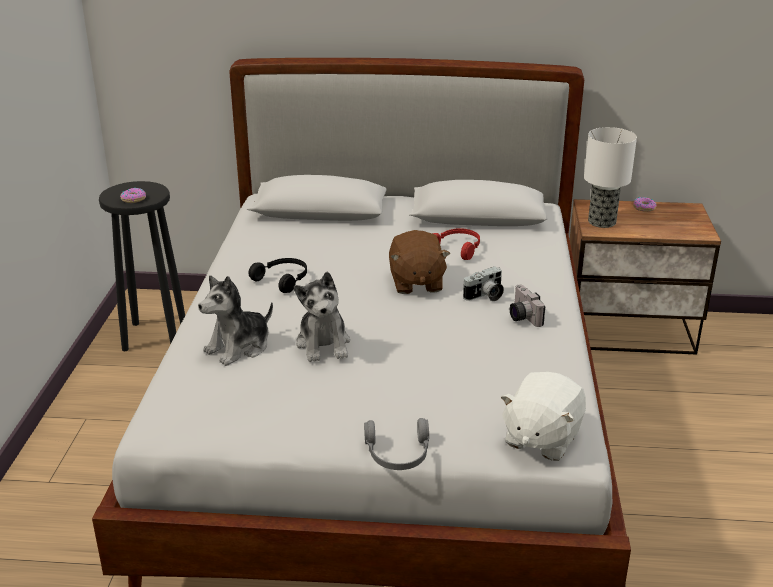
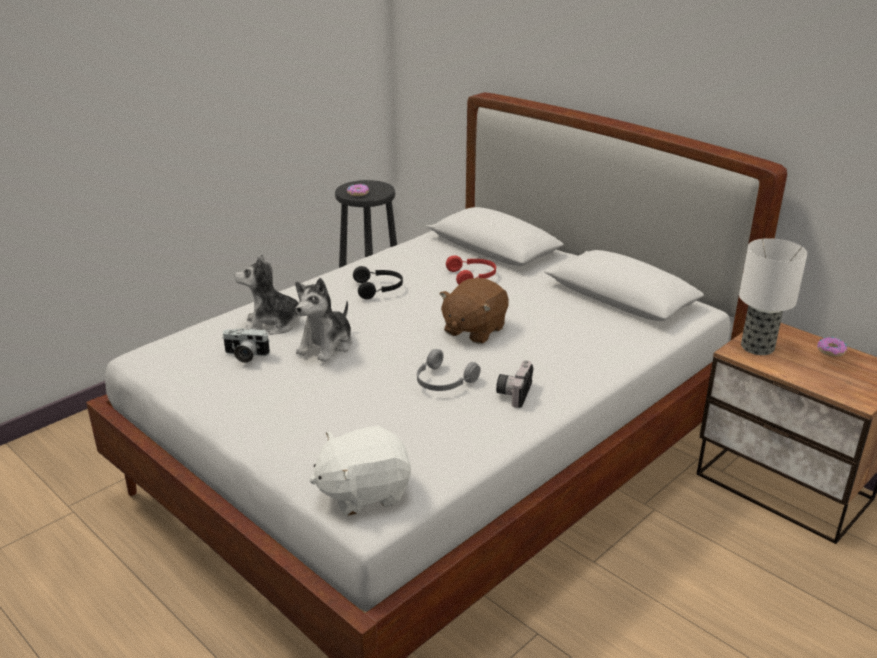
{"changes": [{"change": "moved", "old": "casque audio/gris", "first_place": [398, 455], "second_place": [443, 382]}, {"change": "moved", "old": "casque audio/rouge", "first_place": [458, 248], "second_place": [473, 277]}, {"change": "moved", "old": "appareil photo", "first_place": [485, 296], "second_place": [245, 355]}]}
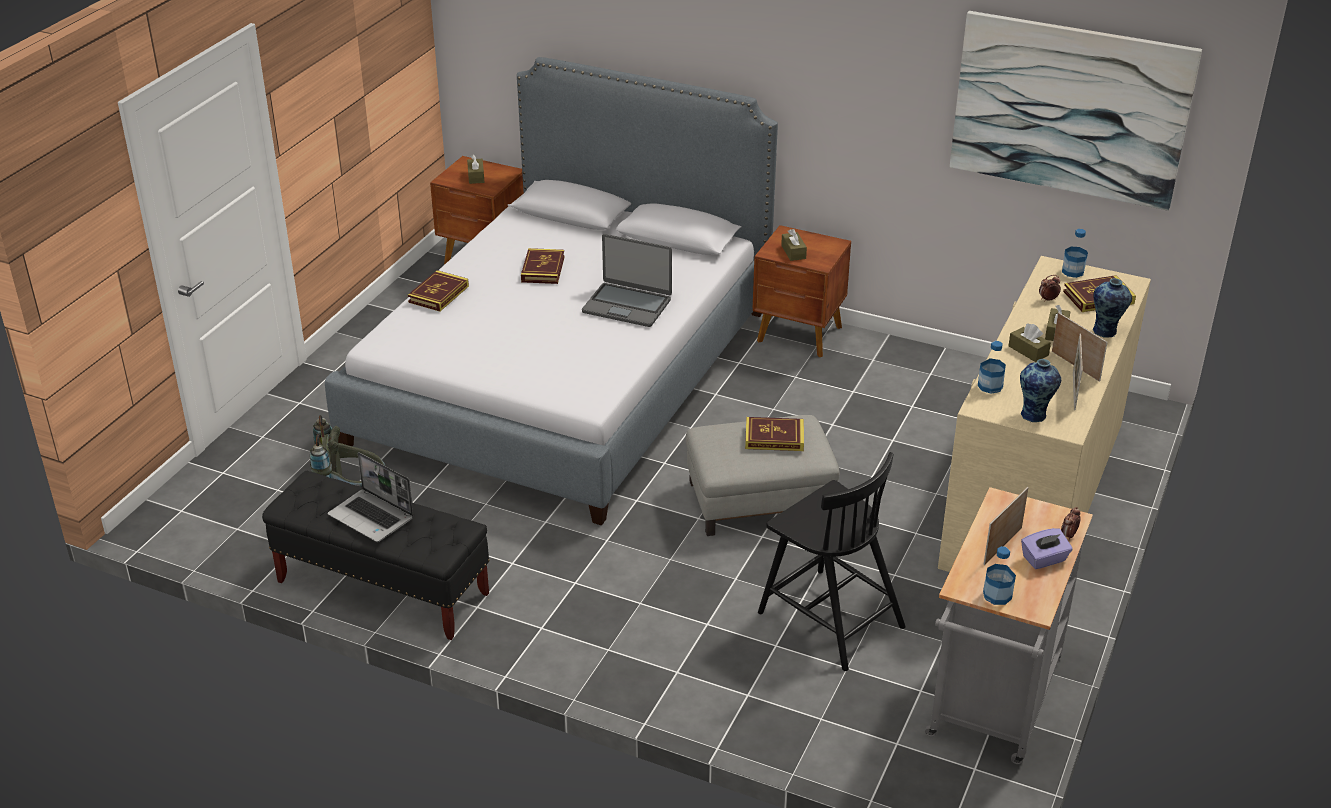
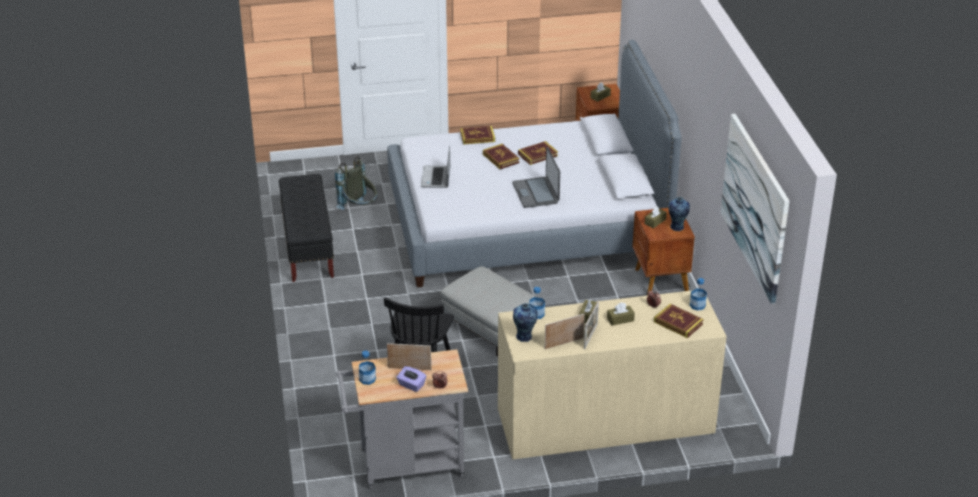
{"changes": [{"change": "moved", "old": "ordinateur portable", "first_place": [372, 517], "second_place": [436, 178]}, {"change": "moved", "old": "livre", "first_place": [774, 437], "second_place": [501, 158]}, {"change": "moved", "old": "vase", "first_place": [1106, 332], "second_place": [677, 227]}]}
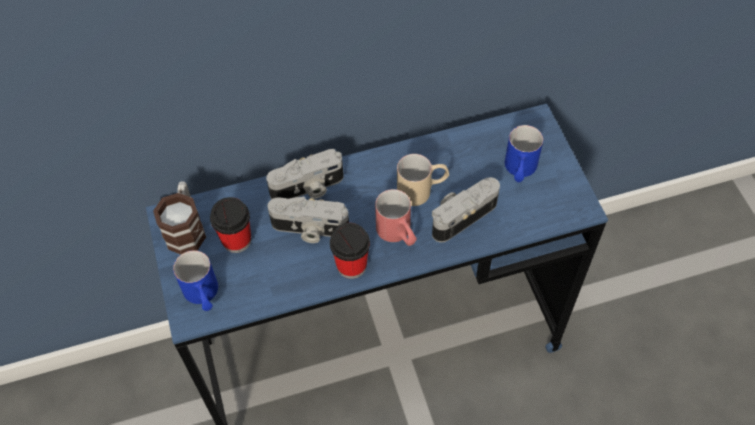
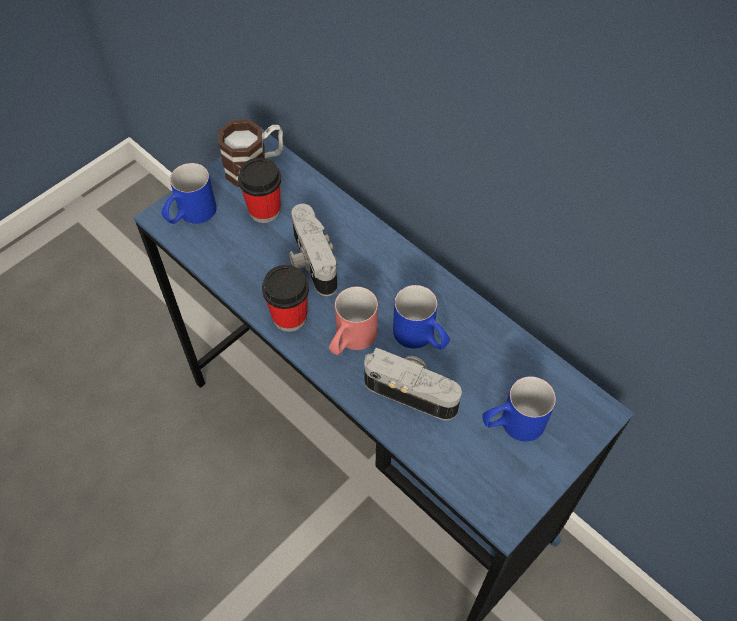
{"changes": [{"change": "removed", "old": "appareil photo", "first_place": [308, 189]}, {"change": "recoloured", "old": "mug/beige", "new": "mug/bleu", "first_place": [422, 190], "second_place": [421, 338]}]}
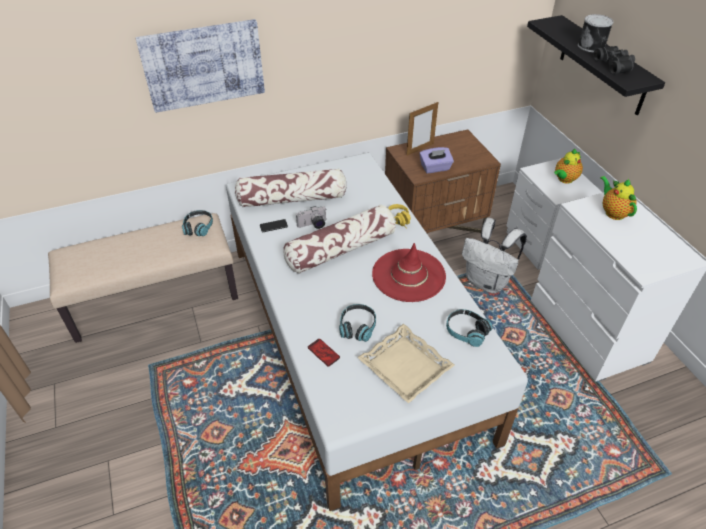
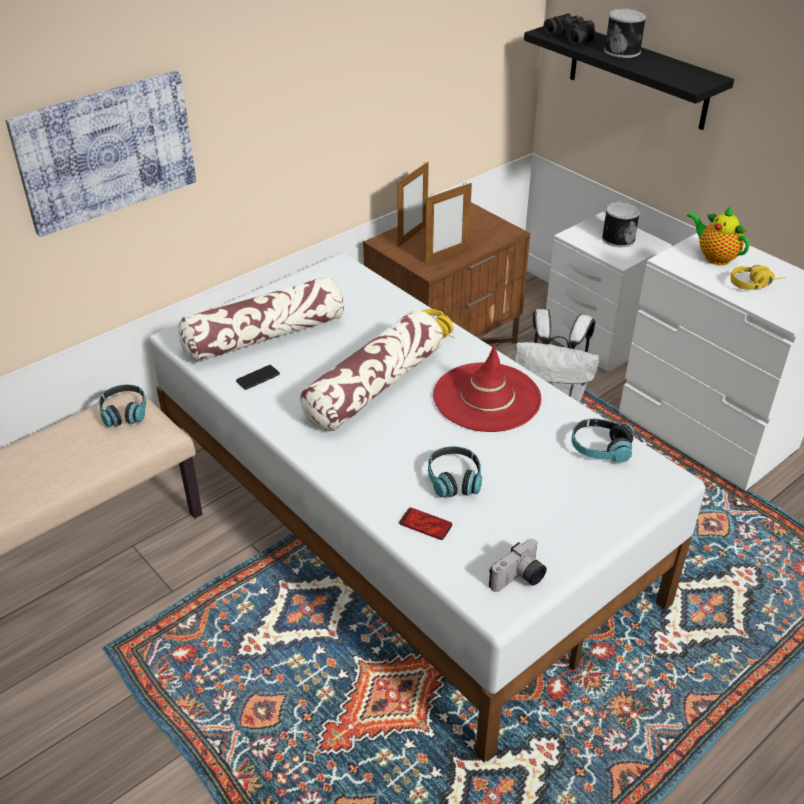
{"changes": [{"change": "moved", "old": "appareil photo", "first_place": [313, 225], "second_place": [519, 579]}, {"change": "removed", "old": "plateau/beige", "first_place": [404, 367]}, {"change": "replaced", "old": "boîte à mouchoirs/violet", "new": "cadre photo", "first_place": [435, 168], "second_place": [446, 255]}, {"change": "replaced", "old": "théière", "new": "boîte métallique", "first_place": [564, 179], "second_place": [617, 238]}, {"change": "moved", "old": "jumelles/noir", "first_place": [614, 65], "second_place": [572, 36]}, {"change": "added", "new": "casque audio/jaune", "second_place": [755, 284]}]}
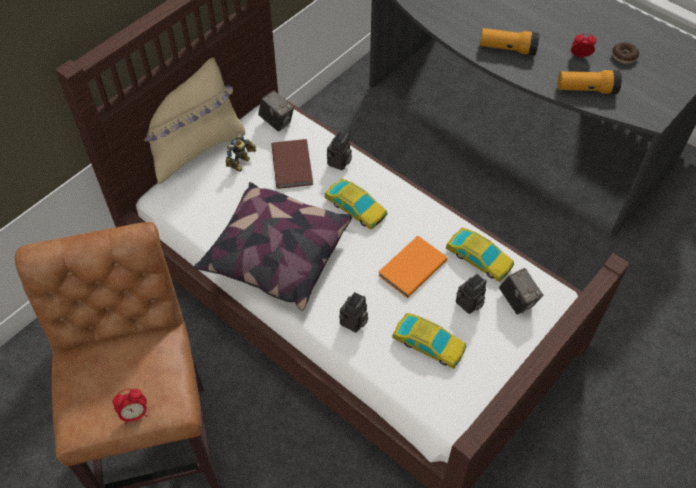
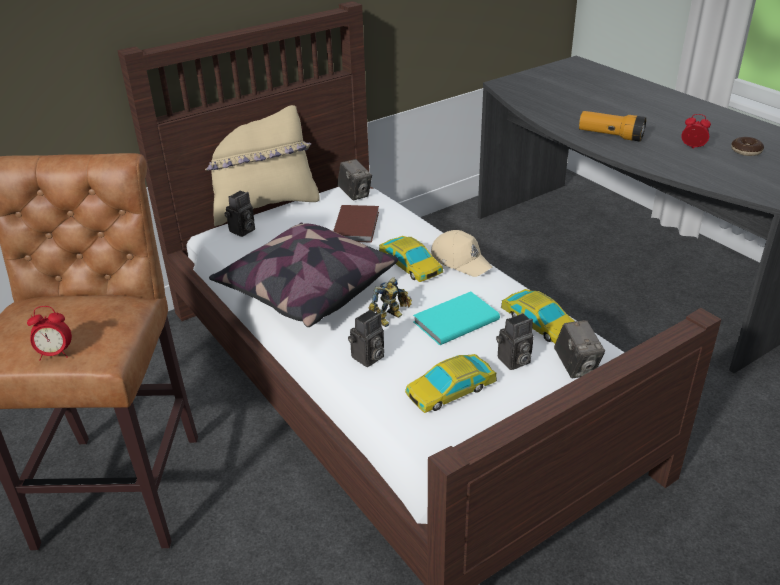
{"changes": [{"change": "moved", "old": "robot jouet", "first_place": [242, 163], "second_place": [390, 318]}, {"change": "moved", "old": "appareil photo", "first_place": [339, 163], "second_place": [242, 231]}, {"change": "recoloured", "old": "livre/orange", "new": "livre/turquoise", "first_place": [411, 268], "second_place": [454, 320]}, {"change": "turned", "old": "petite voiture", "first_place": [429, 344], "second_place": [451, 390], "degrees": 105}, {"change": "removed", "old": "lampe de poche", "first_place": [586, 89]}, {"change": "added", "new": "casquette/beige", "second_place": [461, 260]}]}
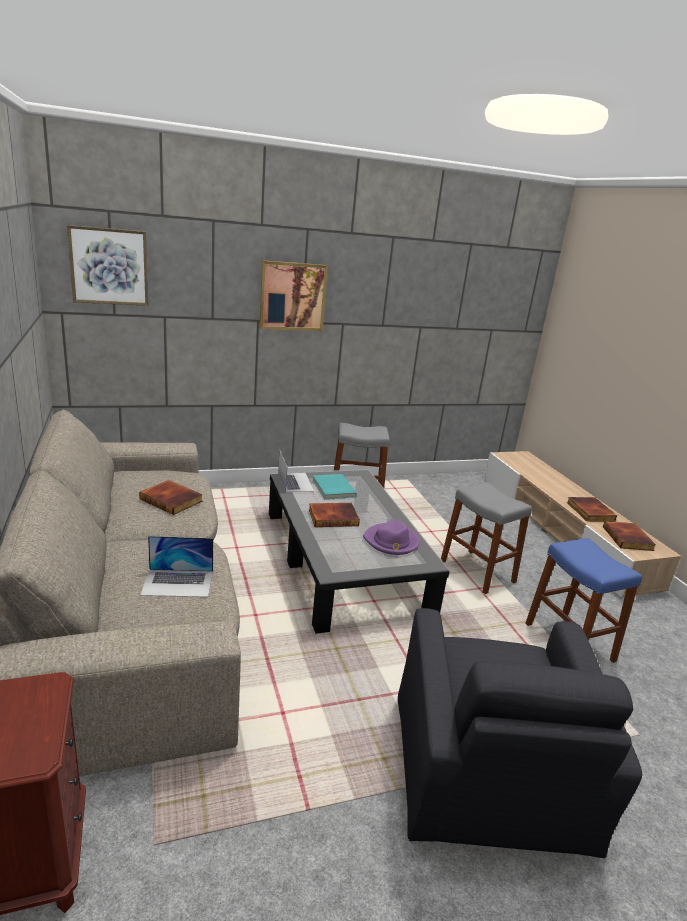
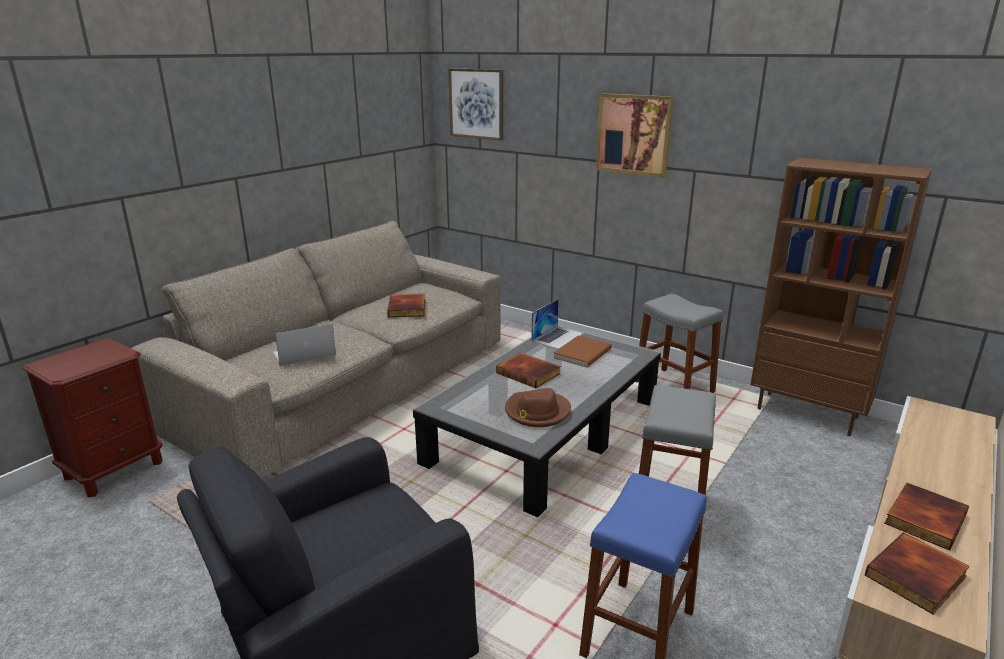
{"changes": [{"change": "turned", "old": "ordinateur portable", "first_place": [178, 583], "second_place": [304, 354], "degrees": 105}, {"change": "recoloured", "old": "livre/turquoise", "new": "livre/marron", "first_place": [332, 488], "second_place": [581, 353]}, {"change": "recoloured", "old": "chapeau/violet", "new": "chapeau/marron", "first_place": [391, 541], "second_place": [537, 412]}, {"change": "added", "new": "bibliothèque/marron", "second_place": [808, 413]}]}
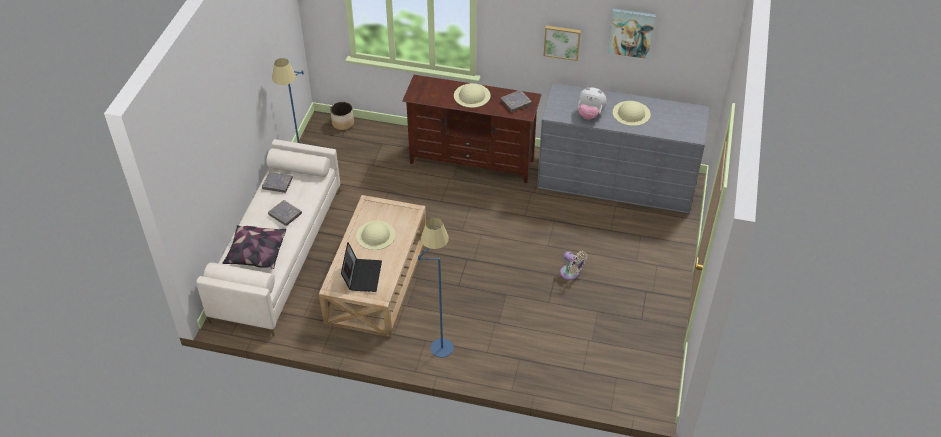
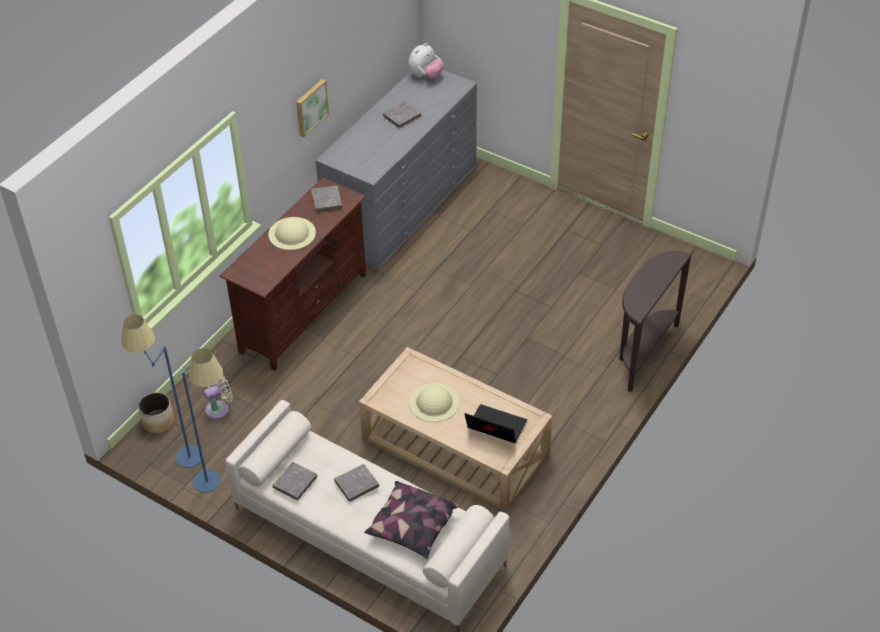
{"changes": [{"change": "moved", "old": "lampadaire/bleu", "first_place": [439, 339], "second_place": [176, 456]}, {"change": "moved", "old": "ventilateur/beige", "first_place": [571, 274], "second_place": [219, 409]}, {"change": "moved", "old": "peluche", "first_place": [590, 114], "second_place": [425, 76]}, {"change": "removed", "old": "tableau", "first_place": [631, 33]}, {"change": "replaced", "old": "chapeau/beige", "new": "livre/gris", "first_place": [631, 113], "second_place": [402, 116]}, {"change": "added", "new": "table console/marron", "second_place": [642, 352]}]}
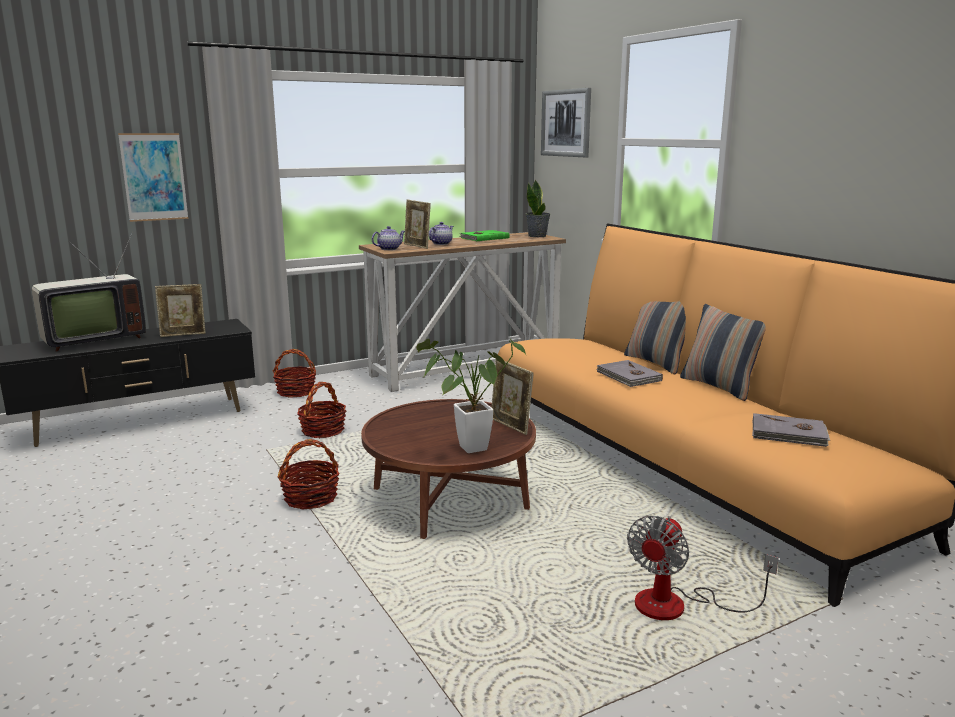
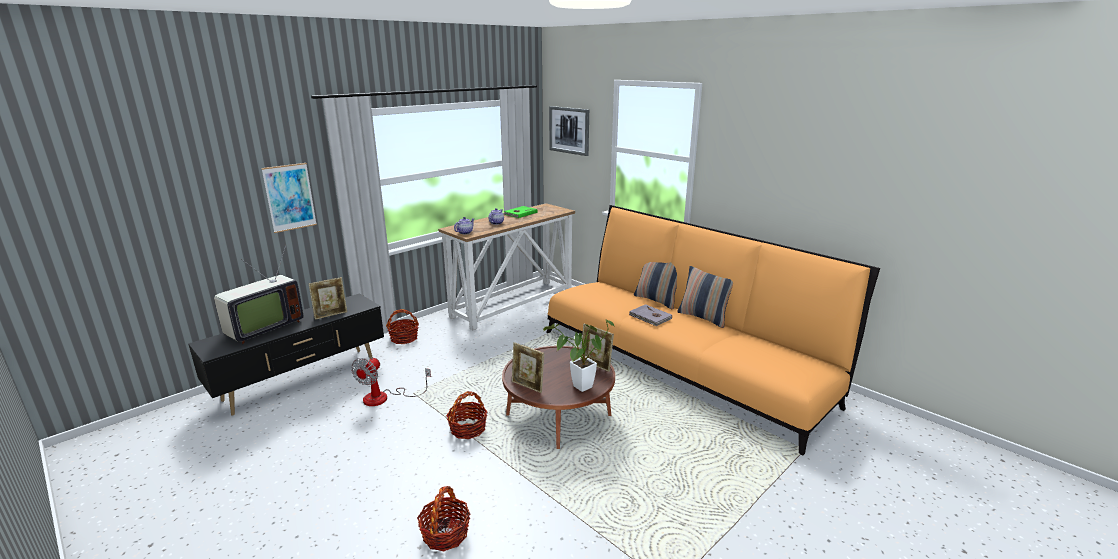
{"changes": [{"change": "moved", "old": "panier", "first_place": [323, 430], "second_place": [445, 533]}, {"change": "moved", "old": "cadre photo", "first_place": [417, 246], "second_place": [528, 386]}, {"change": "removed", "old": "plante en pot", "first_place": [537, 236]}, {"change": "moved", "old": "ventilateur", "first_place": [678, 605], "second_place": [384, 397]}, {"change": "removed", "old": "livre/gris", "first_place": [789, 434]}]}
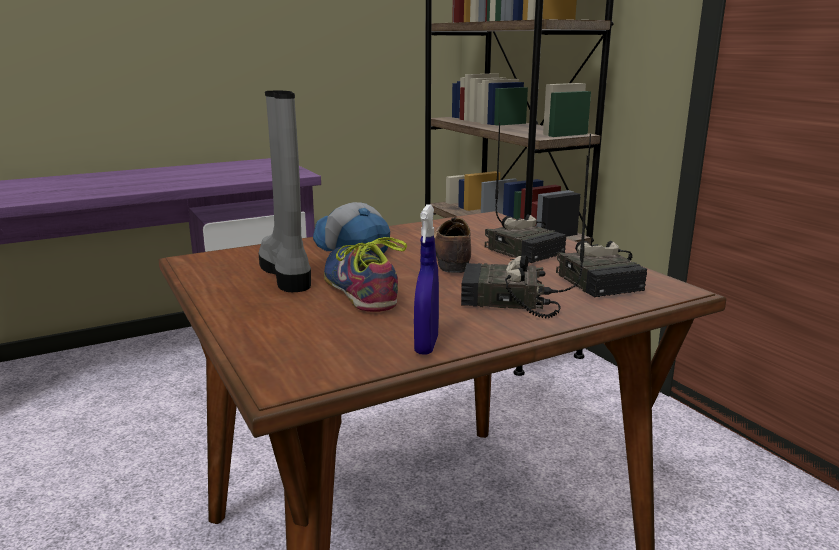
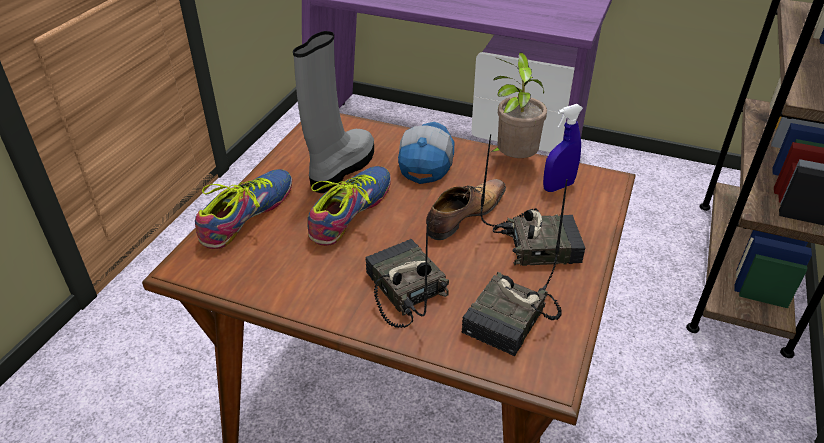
{"changes": [{"change": "moved", "old": "vaporisateur/bleu", "first_place": [426, 345], "second_place": [558, 186]}, {"change": "turned", "old": "radio", "first_place": [525, 250], "second_place": [538, 244], "degrees": -105}, {"change": "added", "new": "chaussure", "second_place": [247, 215]}, {"change": "added", "new": "plante en pot", "second_place": [513, 160]}]}
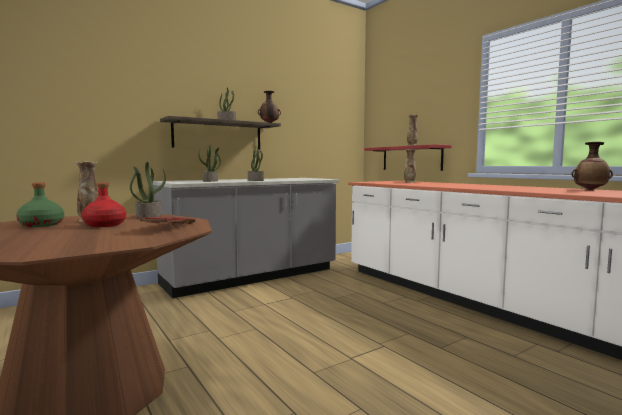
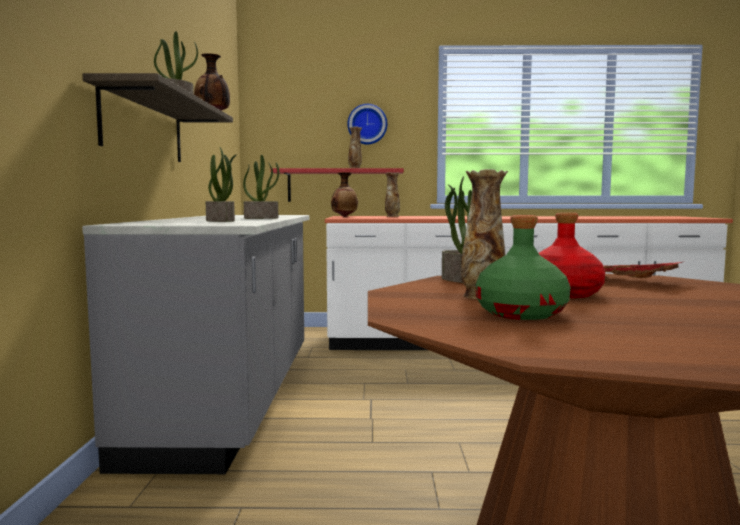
{"changes": [{"change": "moved", "old": "vase", "first_place": [590, 190], "second_place": [344, 216]}, {"change": "added", "new": "horloge murale", "second_place": [367, 124]}]}
